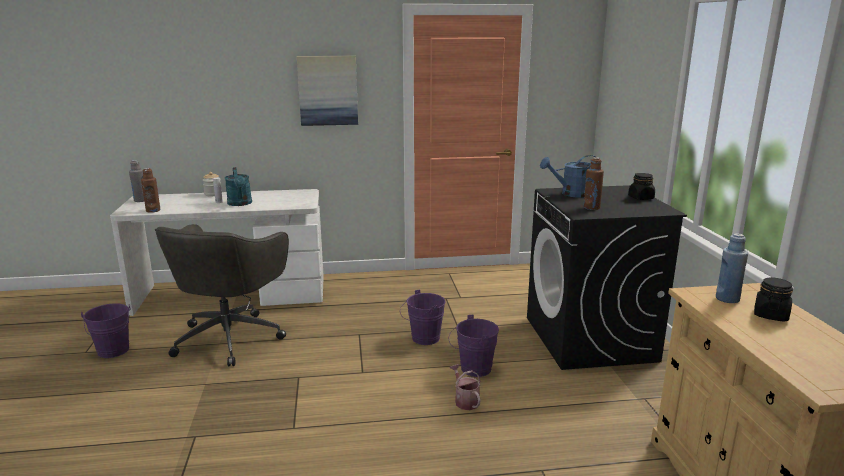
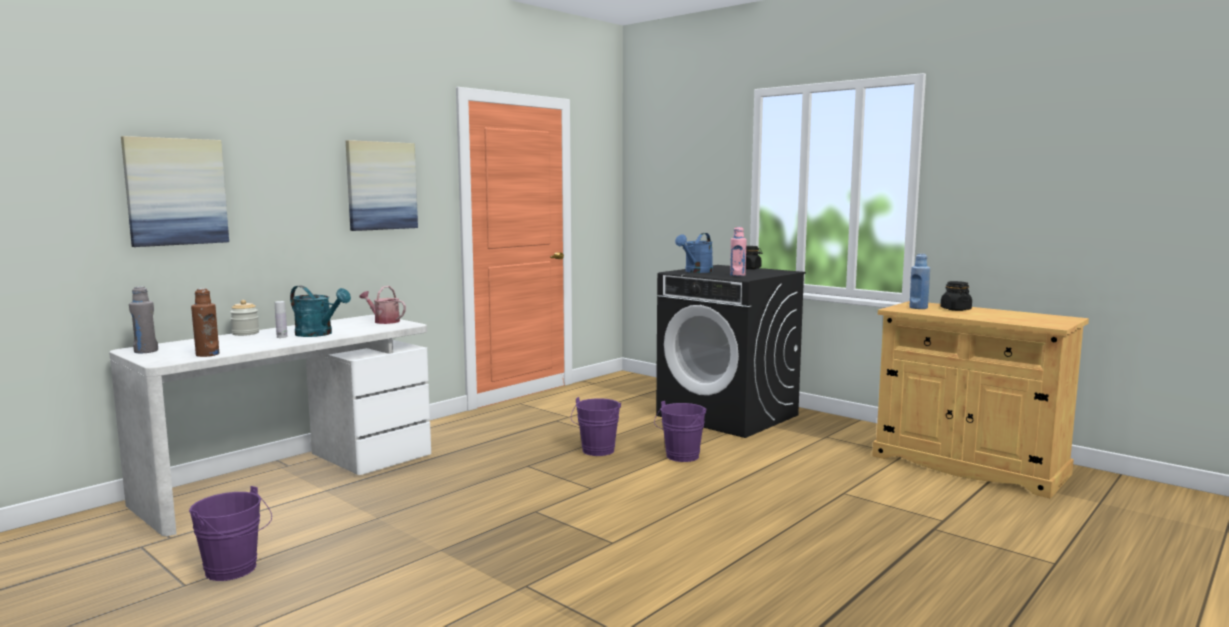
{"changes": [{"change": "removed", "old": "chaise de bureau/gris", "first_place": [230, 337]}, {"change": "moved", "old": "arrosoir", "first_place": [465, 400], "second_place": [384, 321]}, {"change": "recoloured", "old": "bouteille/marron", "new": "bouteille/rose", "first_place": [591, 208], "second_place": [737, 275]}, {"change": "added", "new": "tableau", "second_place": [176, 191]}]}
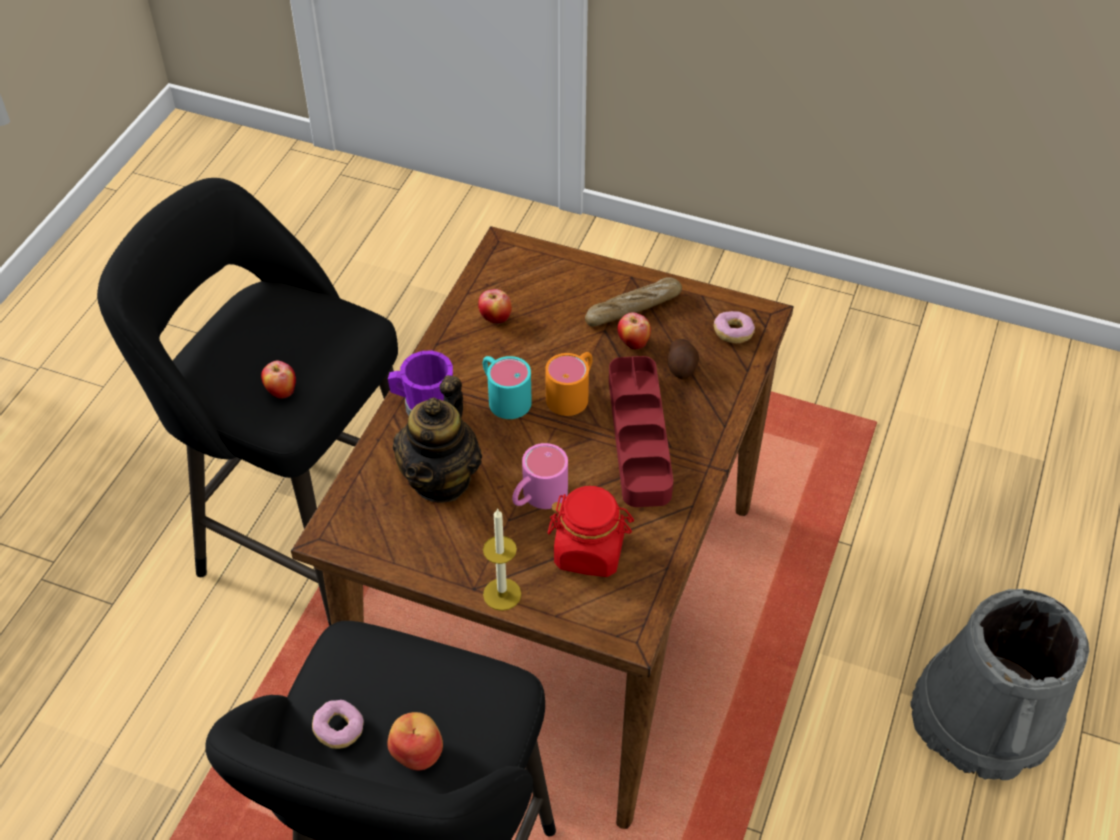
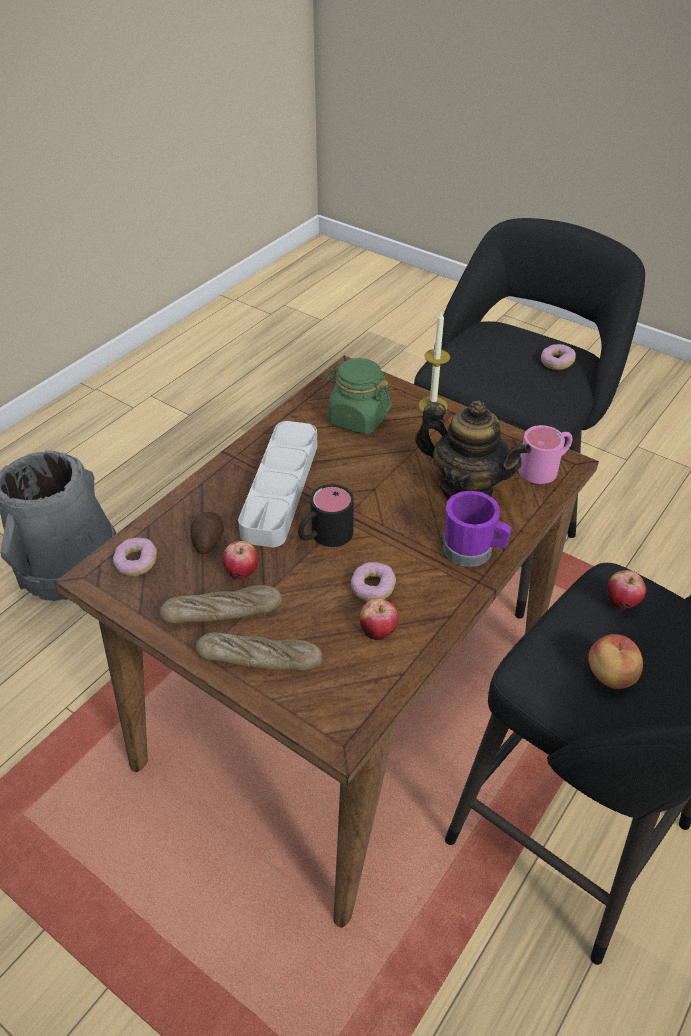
{"changes": [{"change": "moved", "old": "pomme", "first_place": [417, 752], "second_place": [609, 676]}, {"change": "turned", "old": "théière", "first_place": [441, 478], "second_place": [466, 487], "degrees": 90}, {"change": "removed", "old": "mug/turquoise", "first_place": [503, 396]}, {"change": "moved", "old": "mug/rose", "first_place": [537, 497], "second_place": [545, 467]}, {"change": "recoloured", "old": "mug/orange", "new": "mug/noir", "first_place": [573, 393], "second_place": [324, 536]}, {"change": "recoloured", "old": "bocal/rouge", "new": "bocal/vert", "first_place": [589, 551], "second_place": [358, 418]}, {"change": "recoloured", "old": "plateau/rouge", "new": "plateau/gris", "first_place": [639, 436], "second_place": [280, 488]}, {"change": "added", "new": "pain", "second_place": [259, 658]}, {"change": "added", "new": "beignet", "second_place": [373, 588]}]}
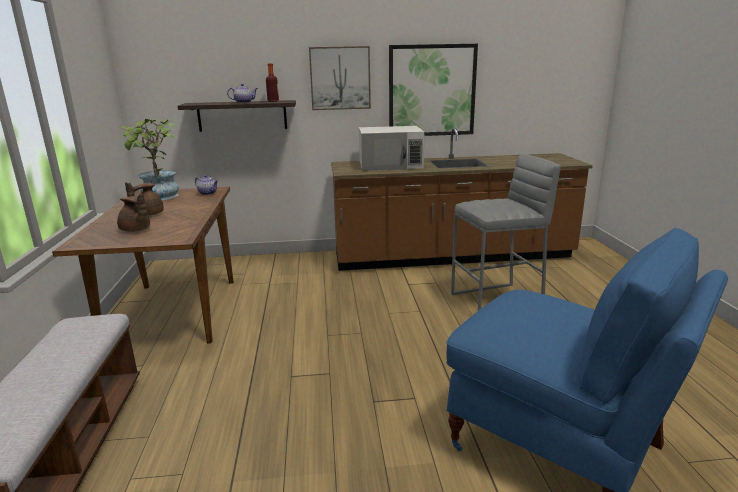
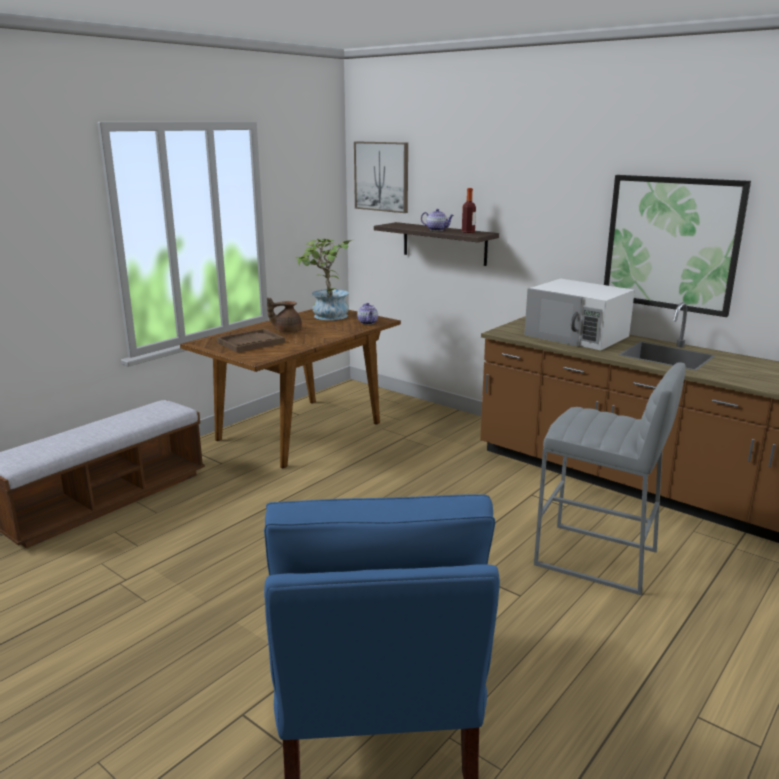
{"changes": [{"change": "replaced", "old": "théière/marron", "new": "plateau/marron", "first_place": [136, 230], "second_place": [251, 342]}, {"change": "moved", "old": "tableau", "first_place": [340, 78], "second_place": [382, 176]}]}
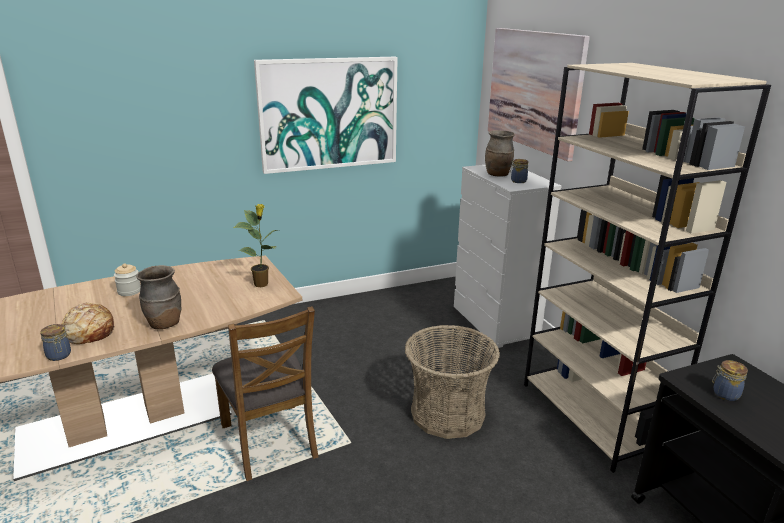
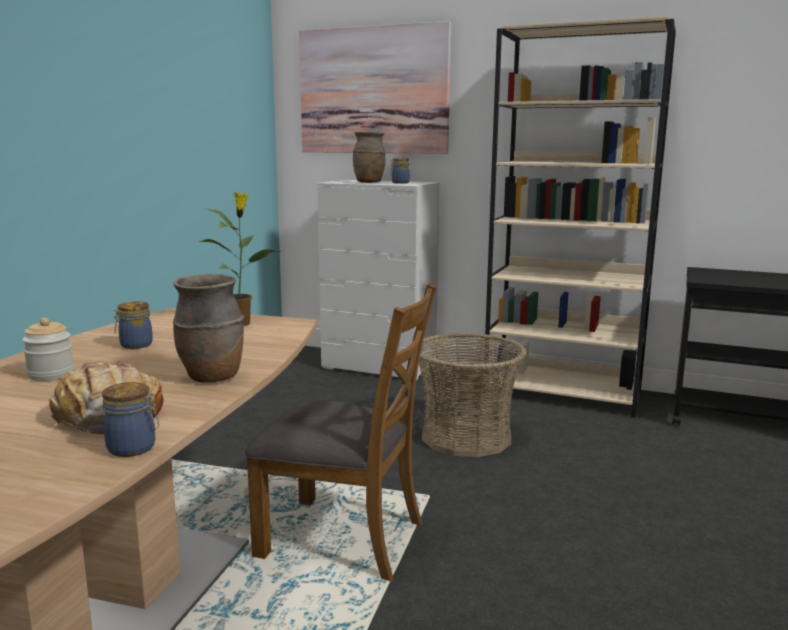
{"changes": [{"change": "removed", "old": "tableau", "first_place": [329, 114]}, {"change": "moved", "old": "bocal", "first_place": [724, 394], "second_place": [134, 345]}]}
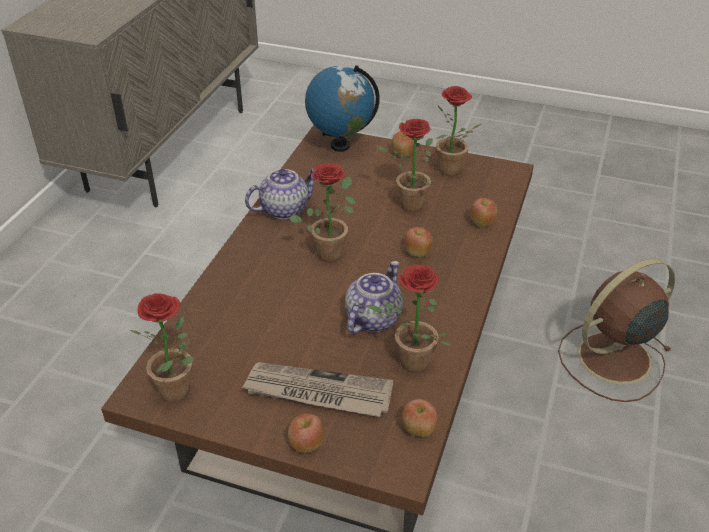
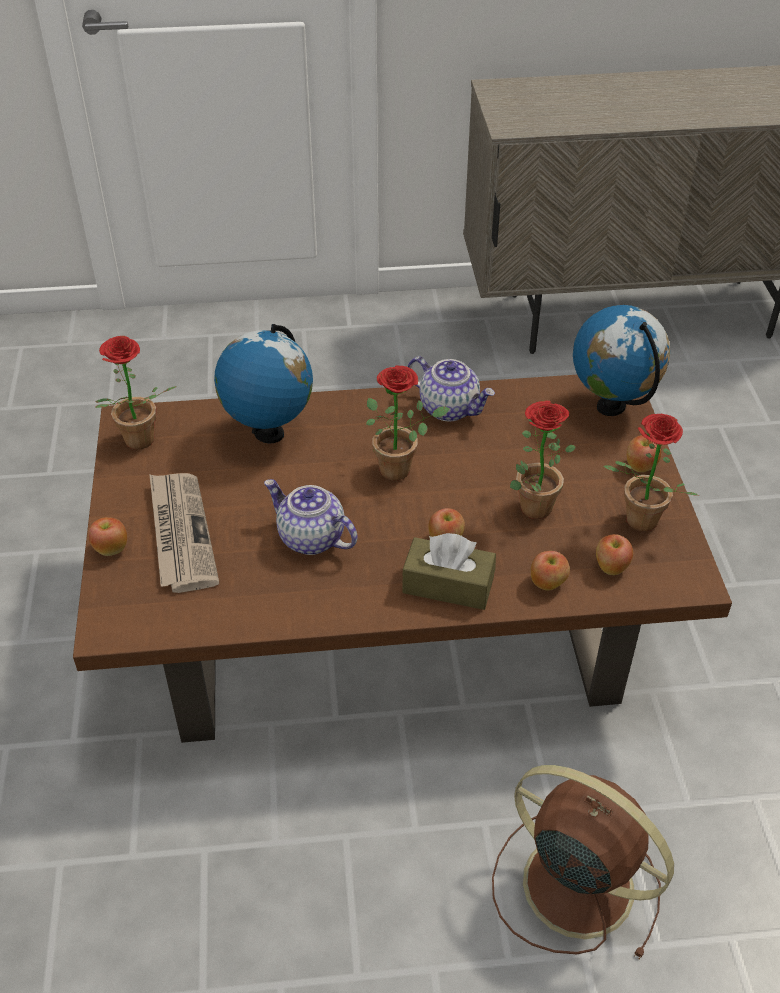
{"changes": [{"change": "turned", "old": "théière", "first_place": [373, 318], "second_place": [310, 538], "degrees": -150}, {"change": "removed", "old": "plante en pot", "first_place": [408, 364]}, {"change": "moved", "old": "pomme", "first_place": [418, 430], "second_place": [610, 567]}, {"change": "added", "new": "globe", "second_place": [268, 433]}, {"change": "added", "new": "boîte à mouchoirs/marron", "second_place": [448, 585]}]}
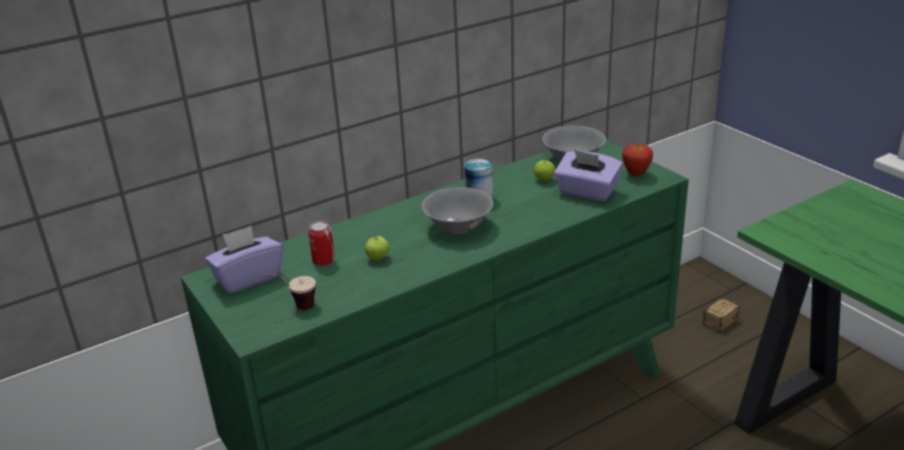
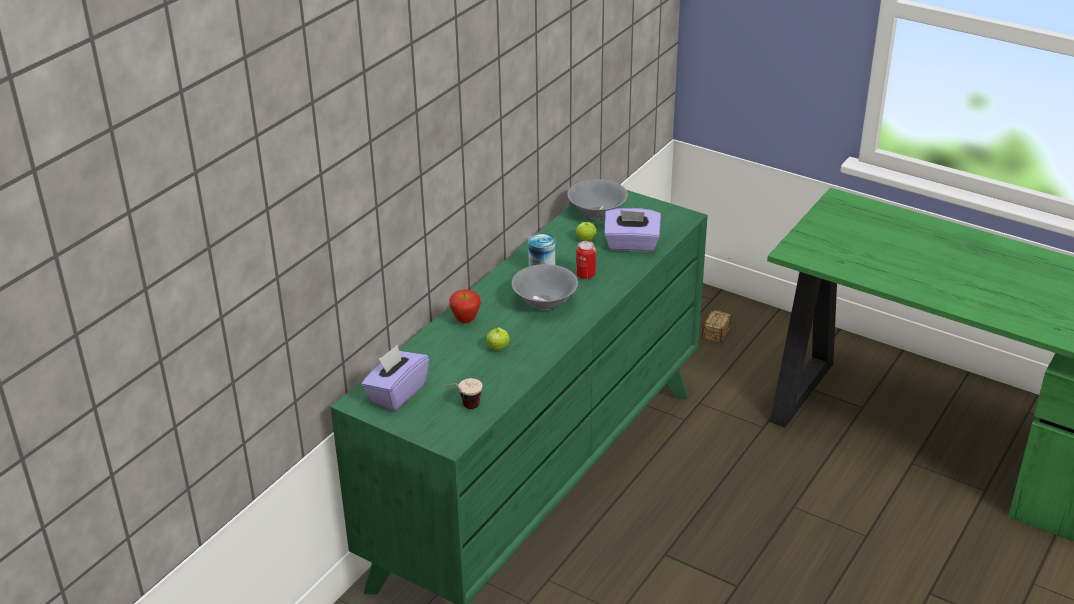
{"changes": [{"change": "moved", "old": "boîte métallique", "first_place": [324, 261], "second_place": [585, 275]}, {"change": "moved", "old": "pomme", "first_place": [636, 174], "second_place": [465, 320]}]}
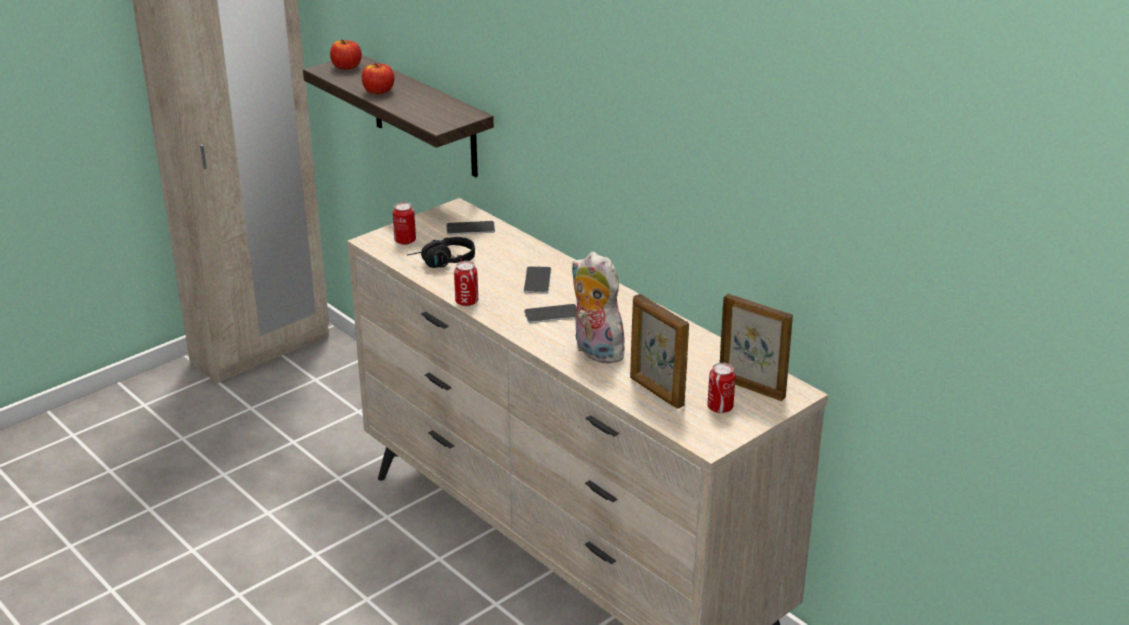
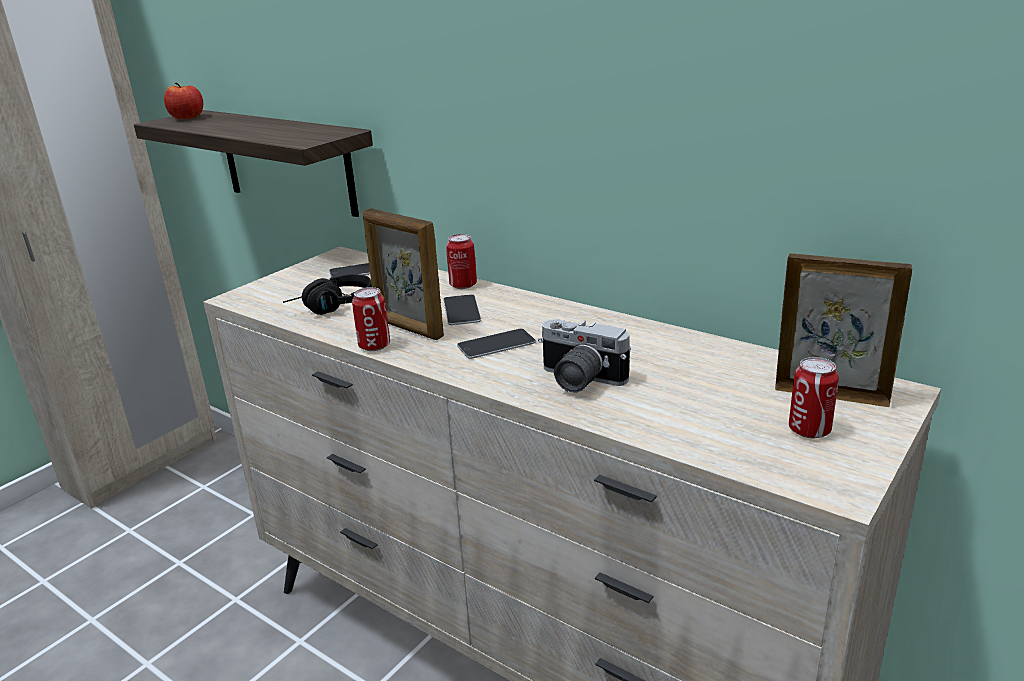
{"changes": [{"change": "removed", "old": "pomme", "first_place": [378, 91]}, {"change": "moved", "old": "boîte métallique", "first_place": [405, 241], "second_place": [463, 285]}, {"change": "replaced", "old": "peluche", "new": "appareil photo", "first_place": [594, 351], "second_place": [577, 380]}, {"change": "moved", "old": "cadre photo", "first_place": [656, 392], "second_place": [408, 328]}]}
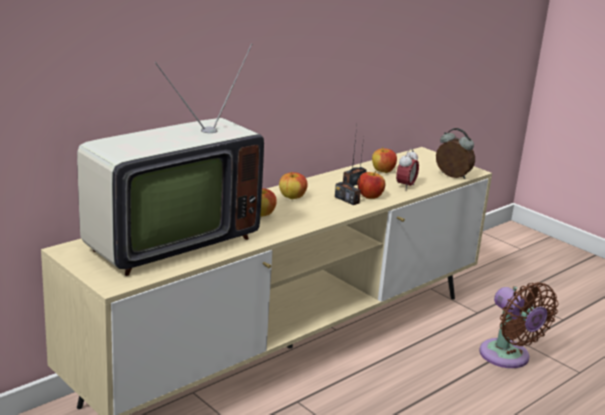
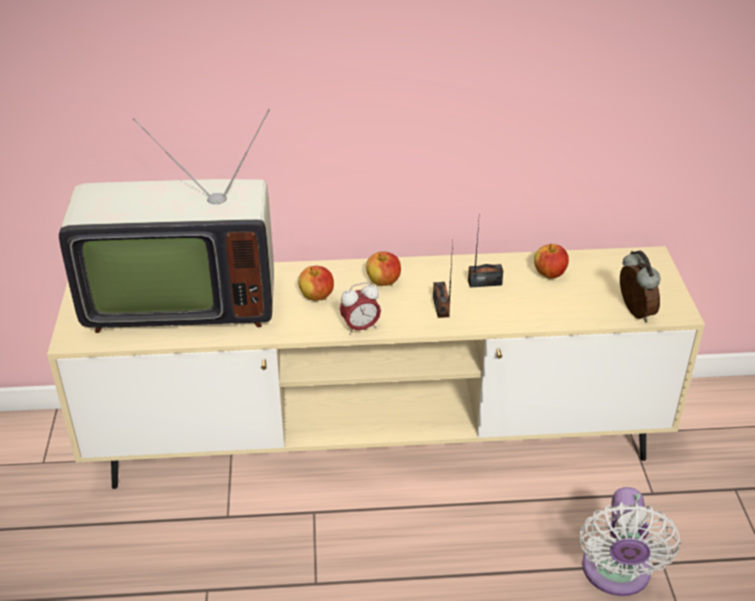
{"changes": [{"change": "removed", "old": "pomme", "first_place": [369, 196]}, {"change": "moved", "old": "réveil", "first_place": [405, 186], "second_place": [360, 328]}, {"change": "recoloured", "old": "ventilateur/marron", "new": "ventilateur/blanc", "first_place": [508, 357], "second_place": [616, 574]}]}
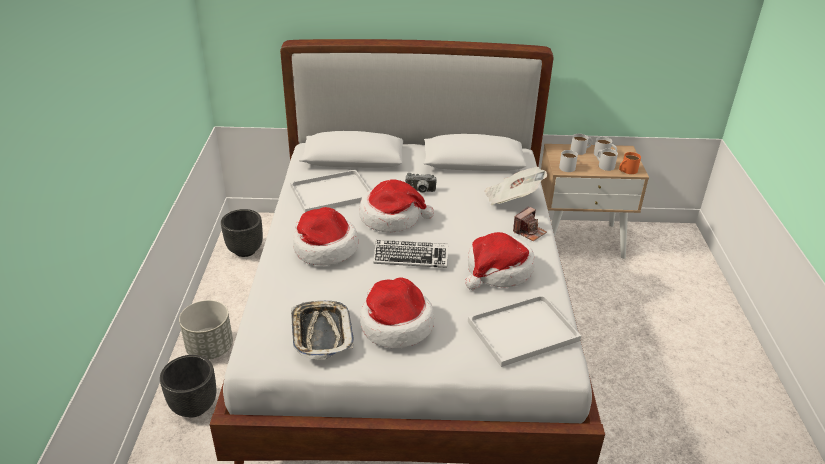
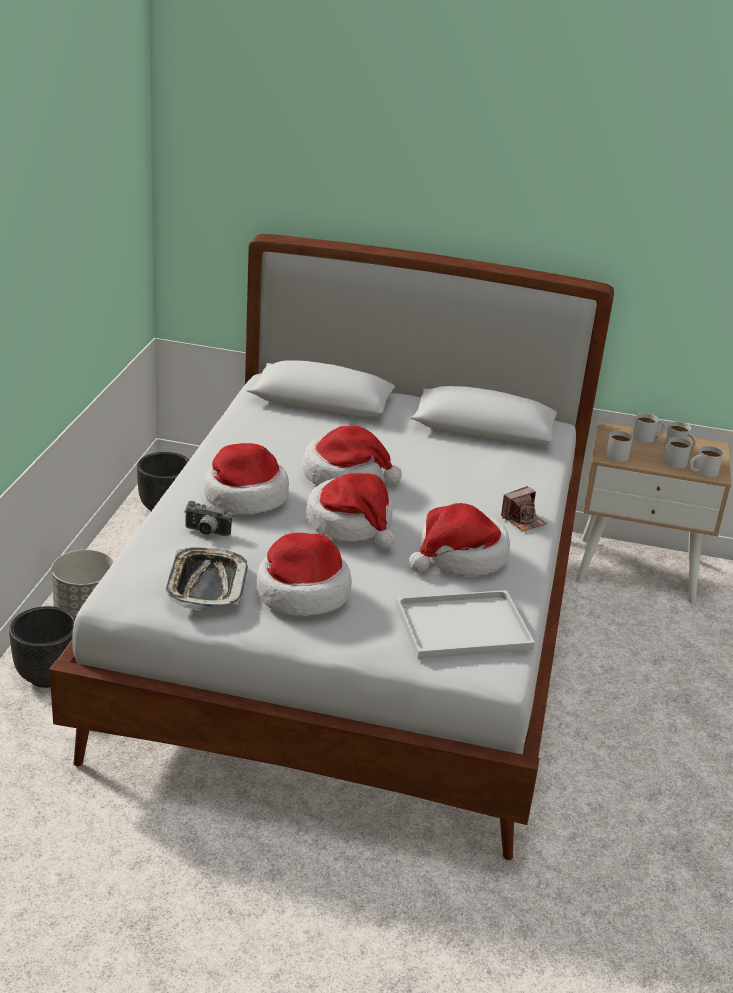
{"changes": [{"change": "removed", "old": "plateau/blanc", "first_place": [332, 192]}, {"change": "replaced", "old": "clavier", "new": "chapeau", "first_place": [411, 257], "second_place": [351, 524]}, {"change": "moved", "old": "appareil photo", "first_place": [420, 191], "second_place": [206, 533]}, {"change": "removed", "old": "journal", "first_place": [512, 199]}, {"change": "recoloured", "old": "mug/orange", "new": "mug/blanc", "first_place": [626, 171], "second_place": [702, 472]}]}
